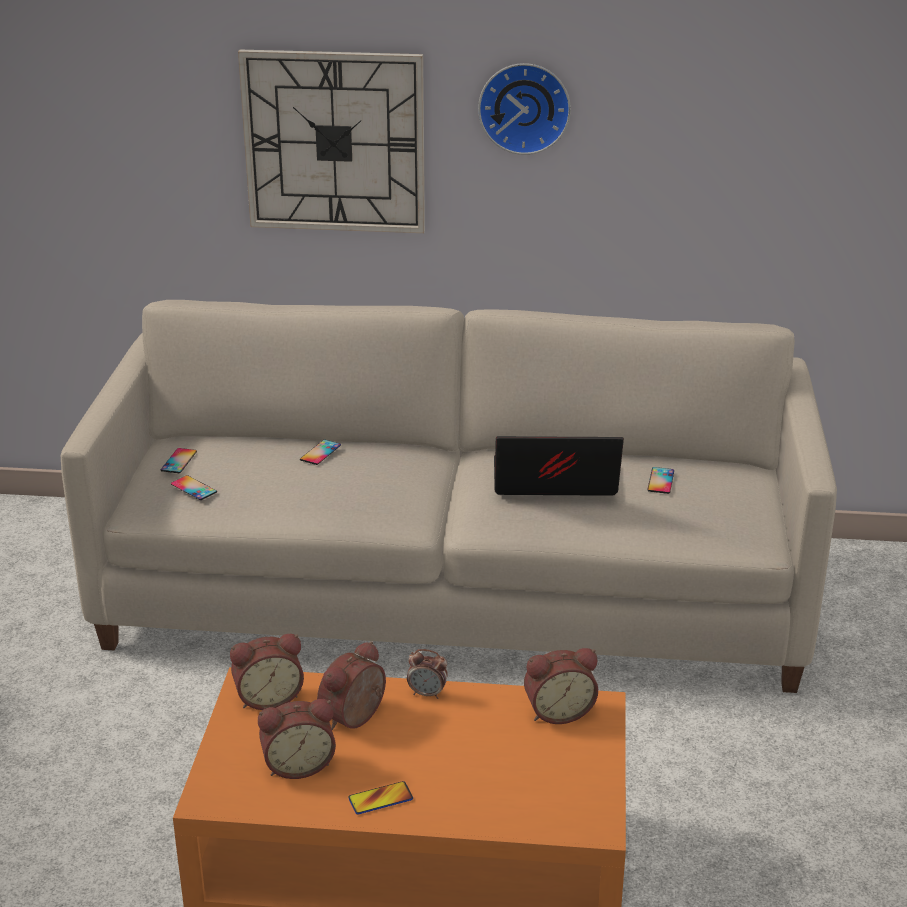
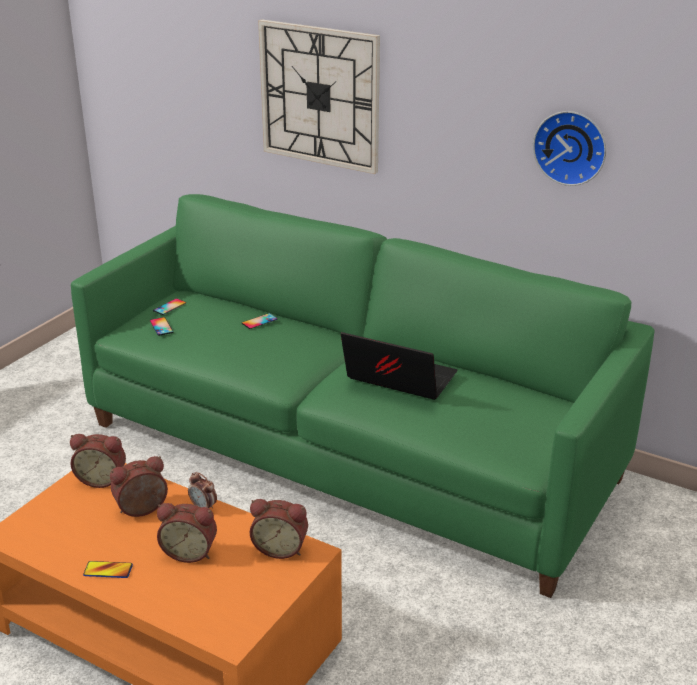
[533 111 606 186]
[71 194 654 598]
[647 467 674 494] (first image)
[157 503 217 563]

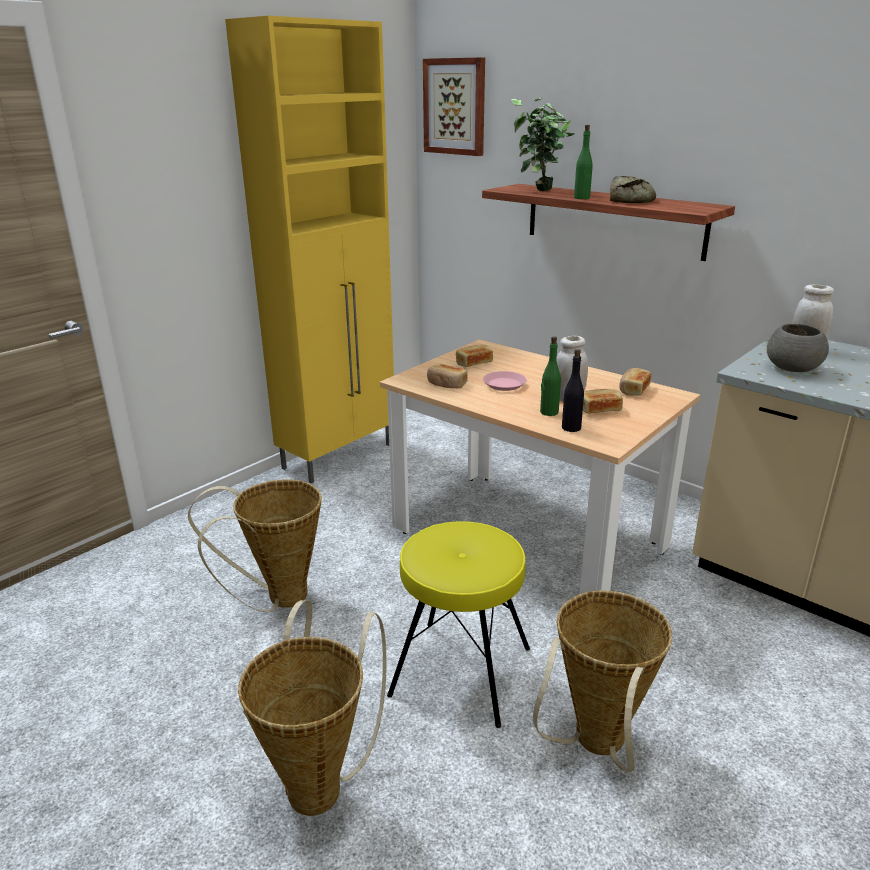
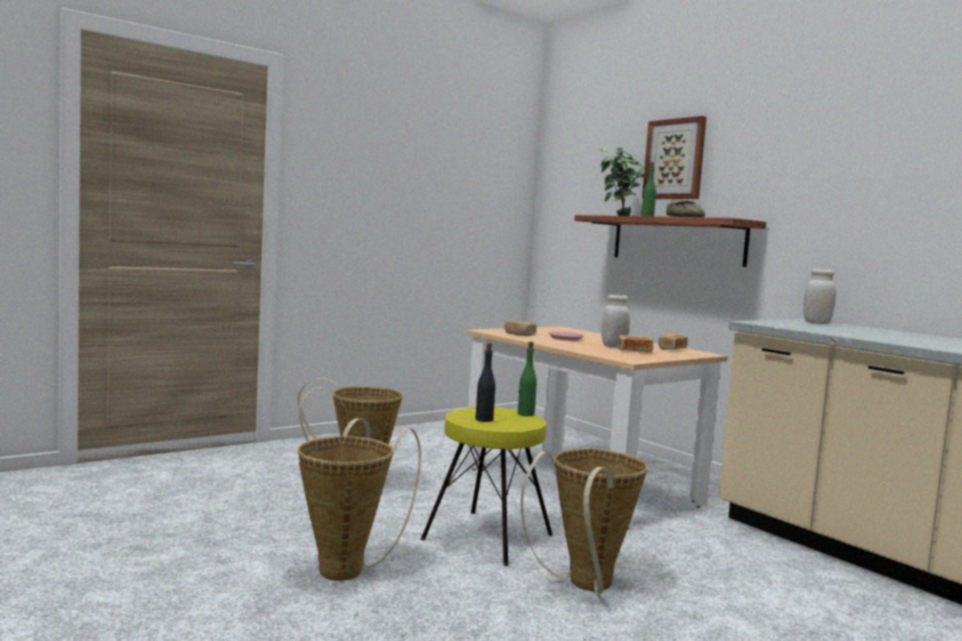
[225 16 394 483] (first image)
[642 116 707 199]
[767 324 829 372] (first image)
[518 342 537 416]
[456 345 493 367] (first image)
[475 344 496 422]

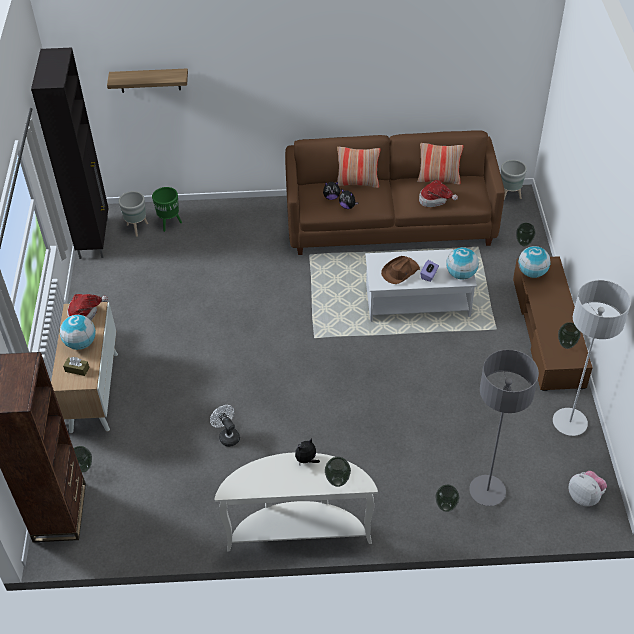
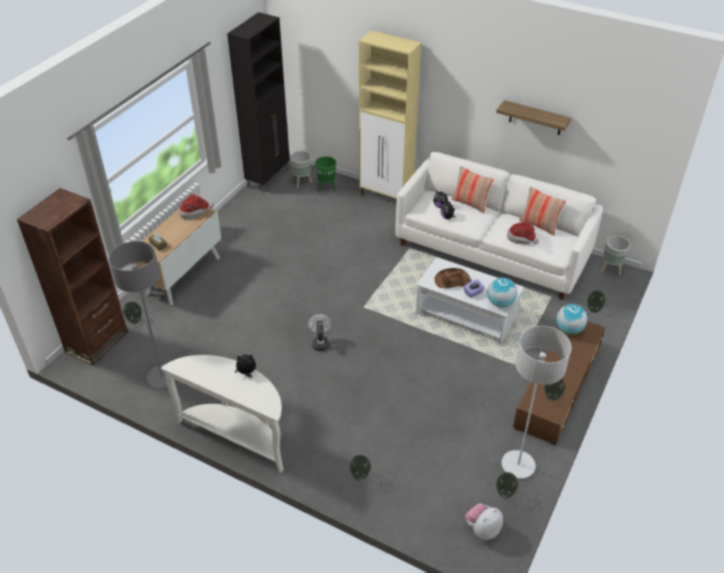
[496 100 571 135]
[395 152 603 300]
[60 315 96 350] (first image)
[108 241 175 388]
[308 314 331 351]
[496 472 519 499]
[465 503 503 540]
[359 30 421 199]

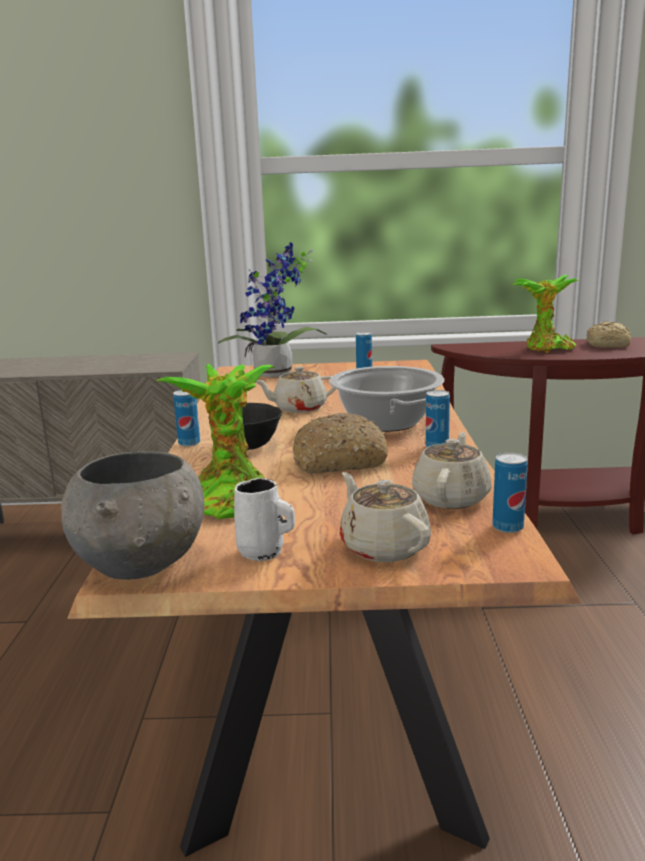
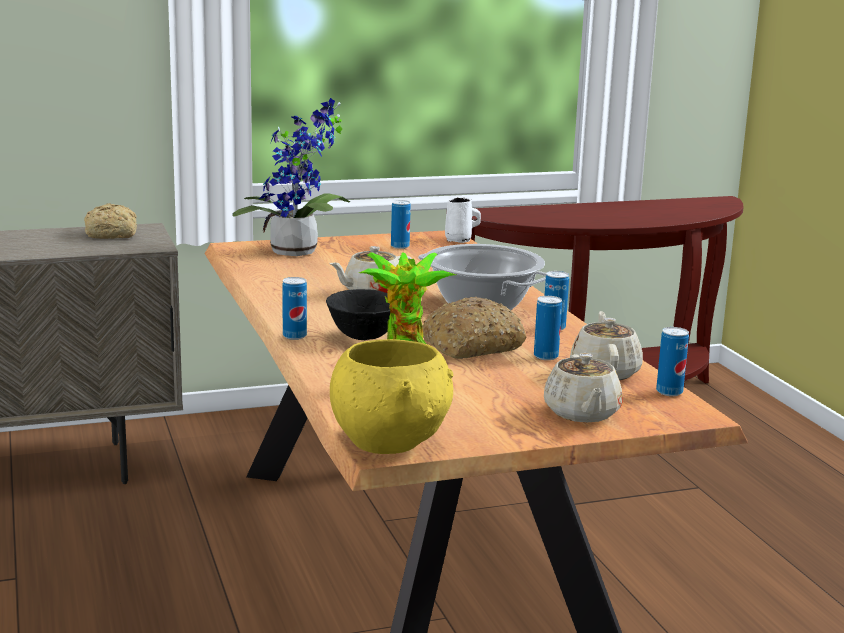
[512 275 579 353] (first image)
[84 203 137 239]
[330 339 453 454]
[544 353 623 422]
[445 197 481 243]
[534 296 562 360]

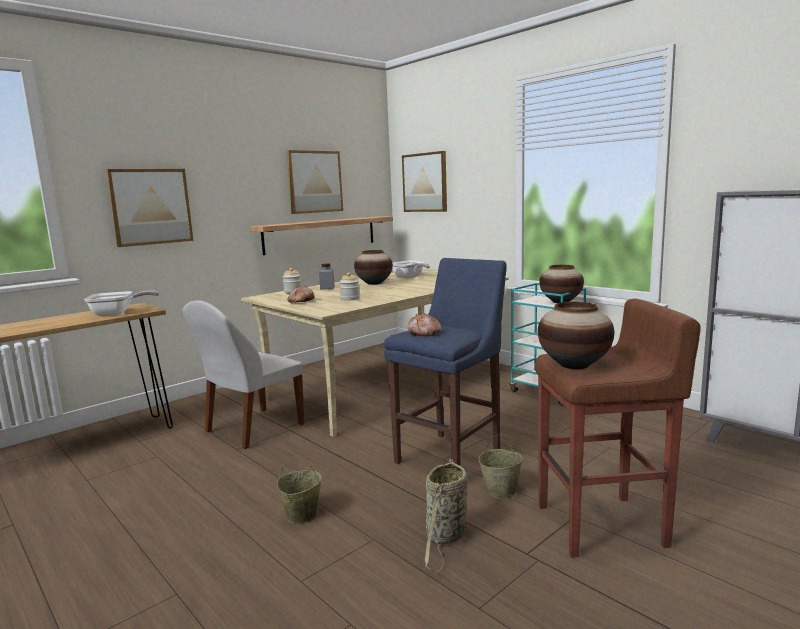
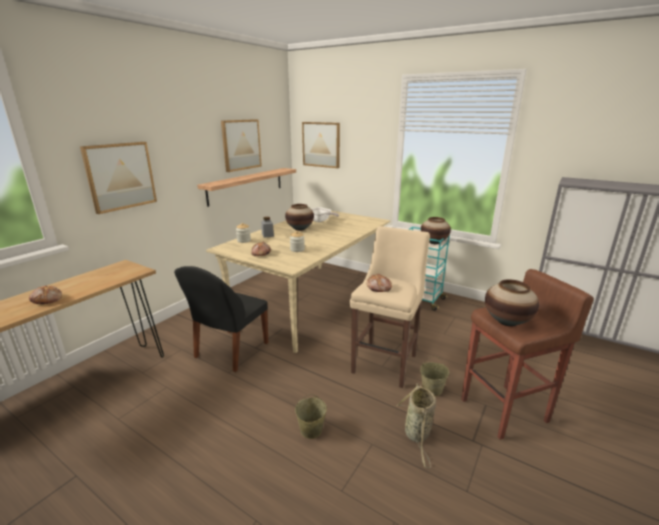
[350 226 430 388]
[84 291 159 316] (first image)
[174 266 268 372]
[29 285 62 304]

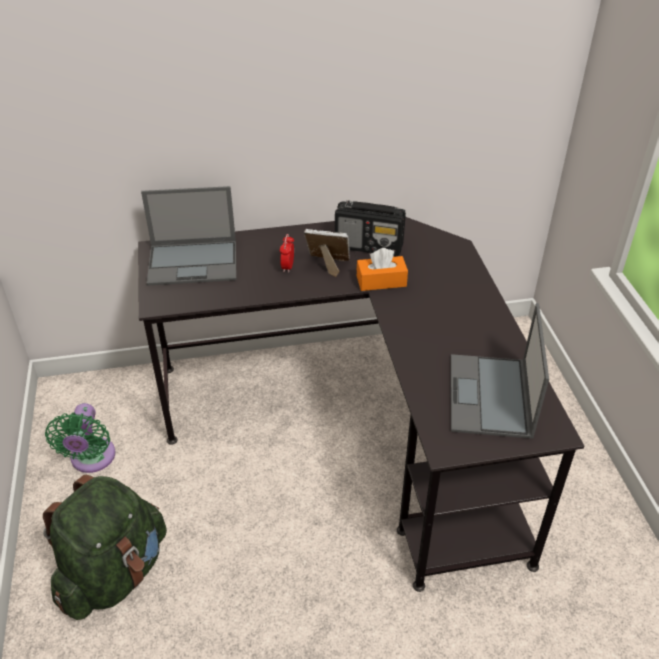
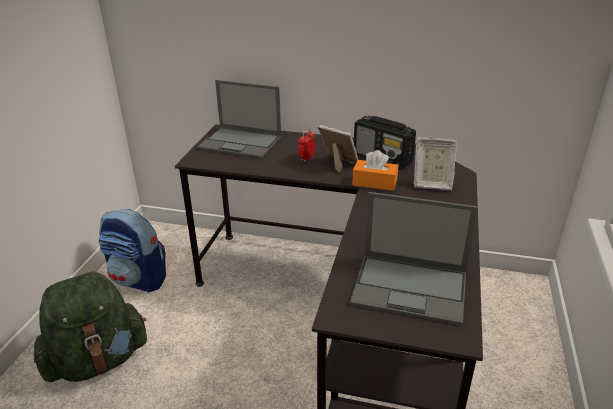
[350 192 478 326]
[99 209 166 293]
[414 137 457 191]

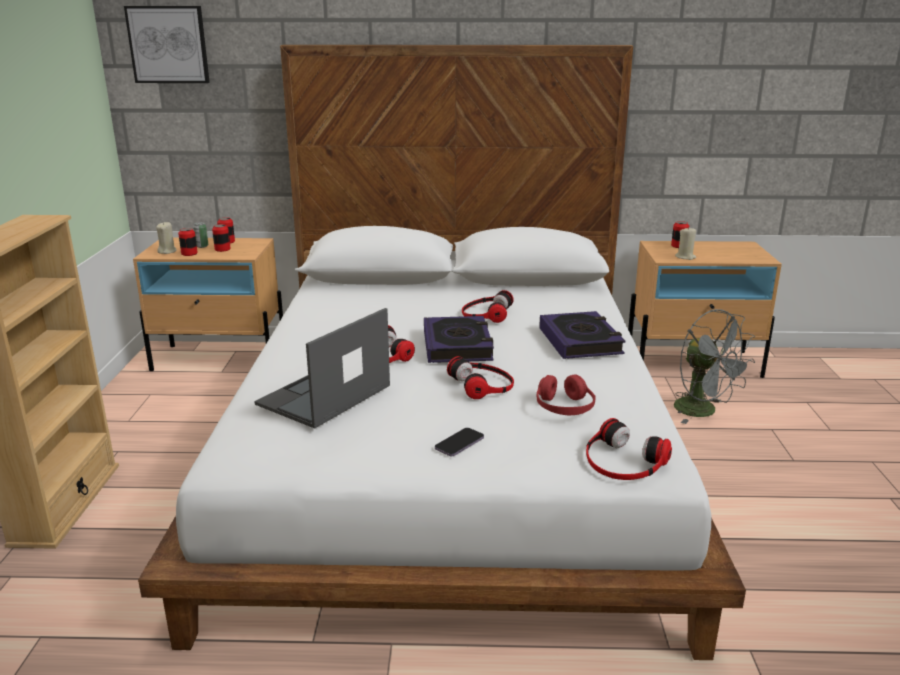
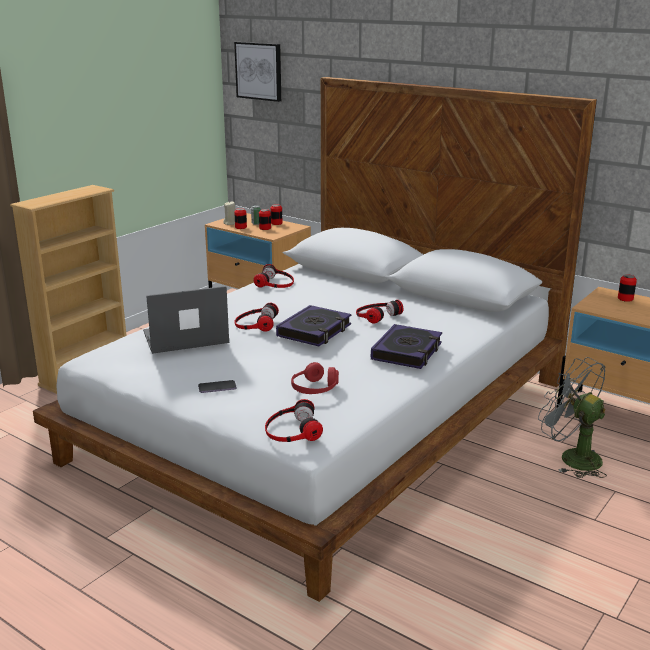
[675 228 696 260] (first image)
[538 357 607 478]
[254 264 294 288]

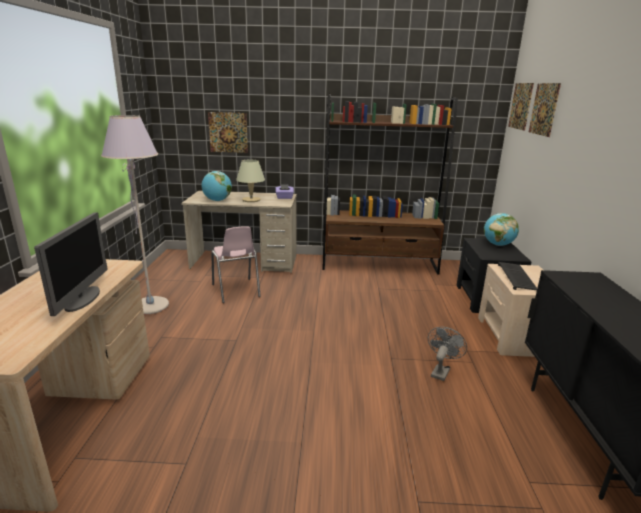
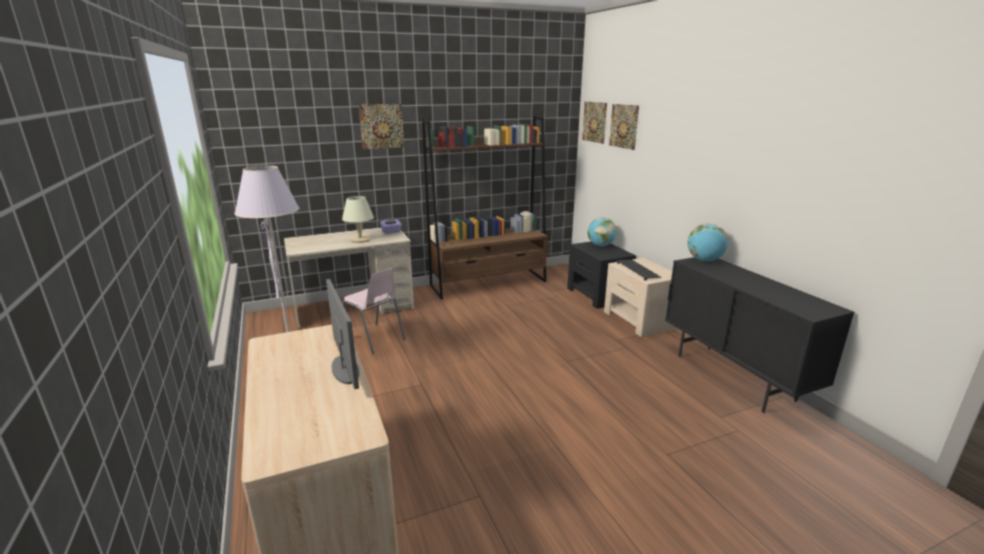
[359 104 404 149]
[687 224 728 261]
[428 327 467 381] (first image)

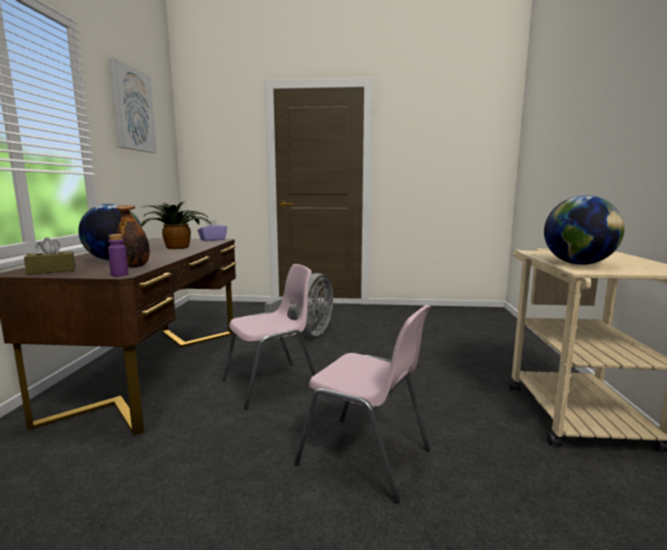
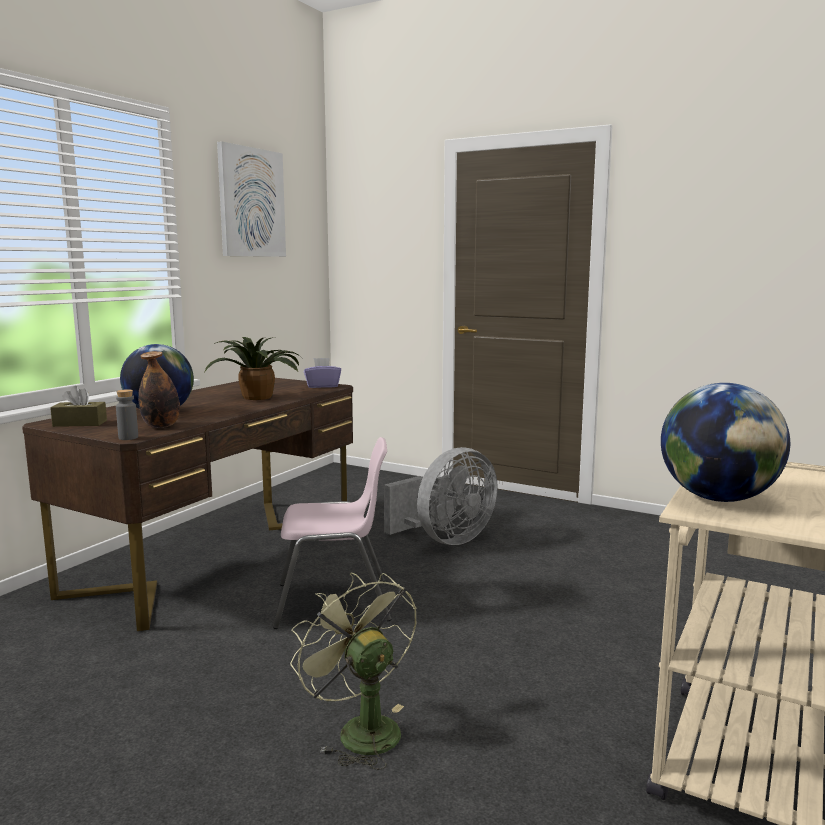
[116 389 138 440]
[290 573 416 770]

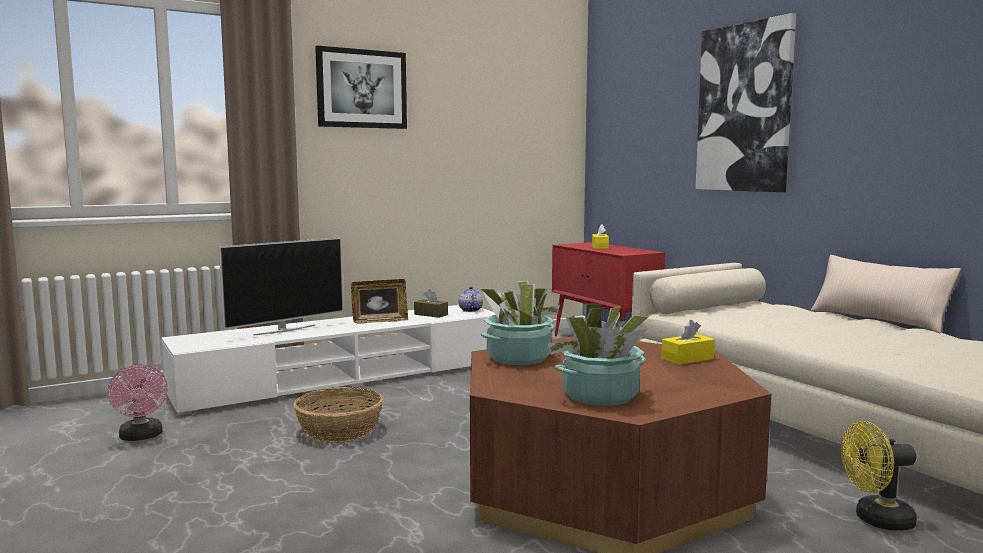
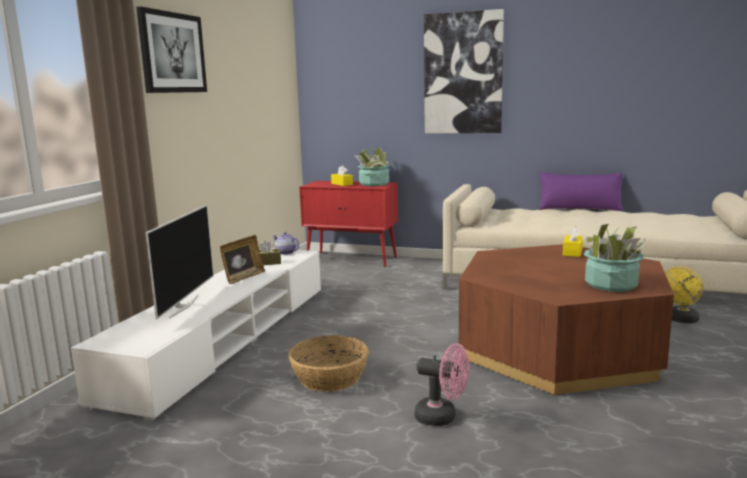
[539 172 623 212]
[354 148 391 186]
[414 343 469 426]

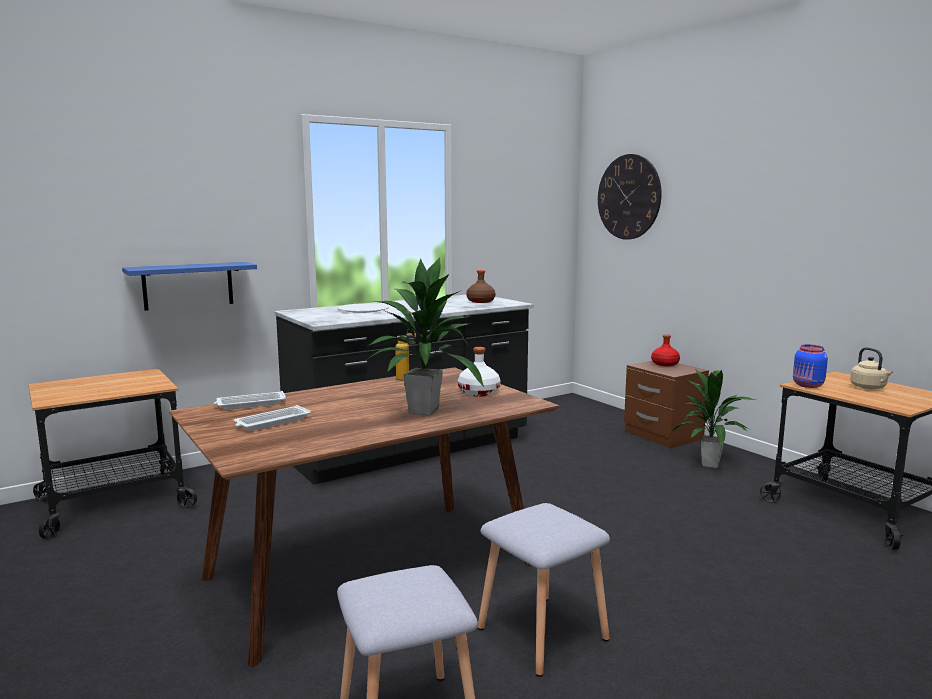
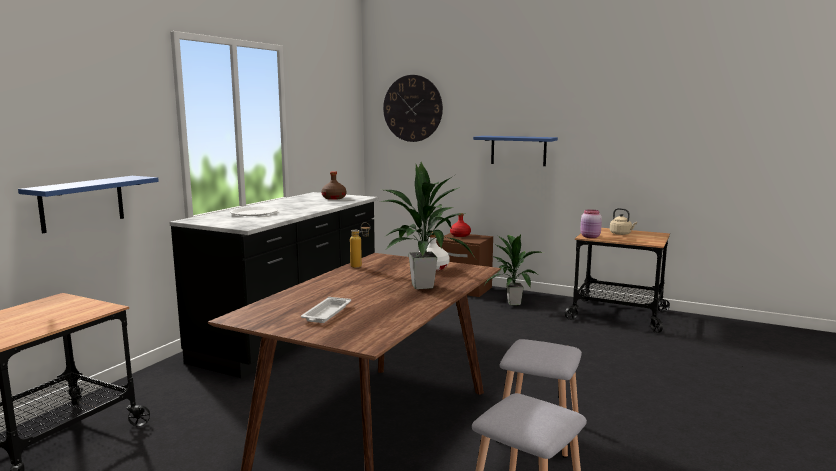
[580 209 602 238]
[214 391 287 410] (first image)
[473 136 558 166]

